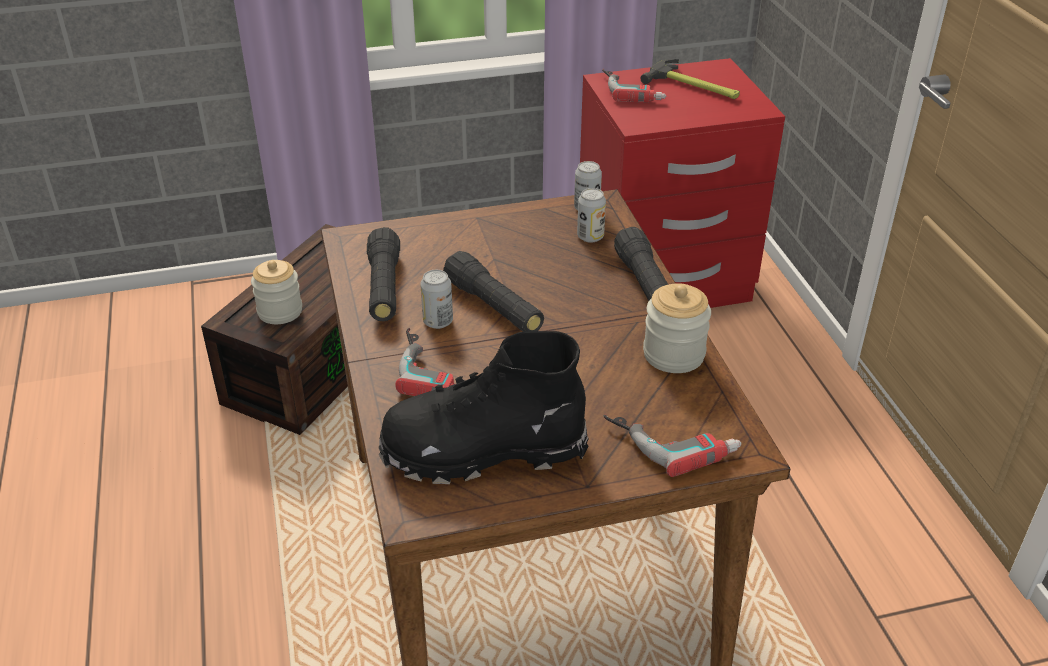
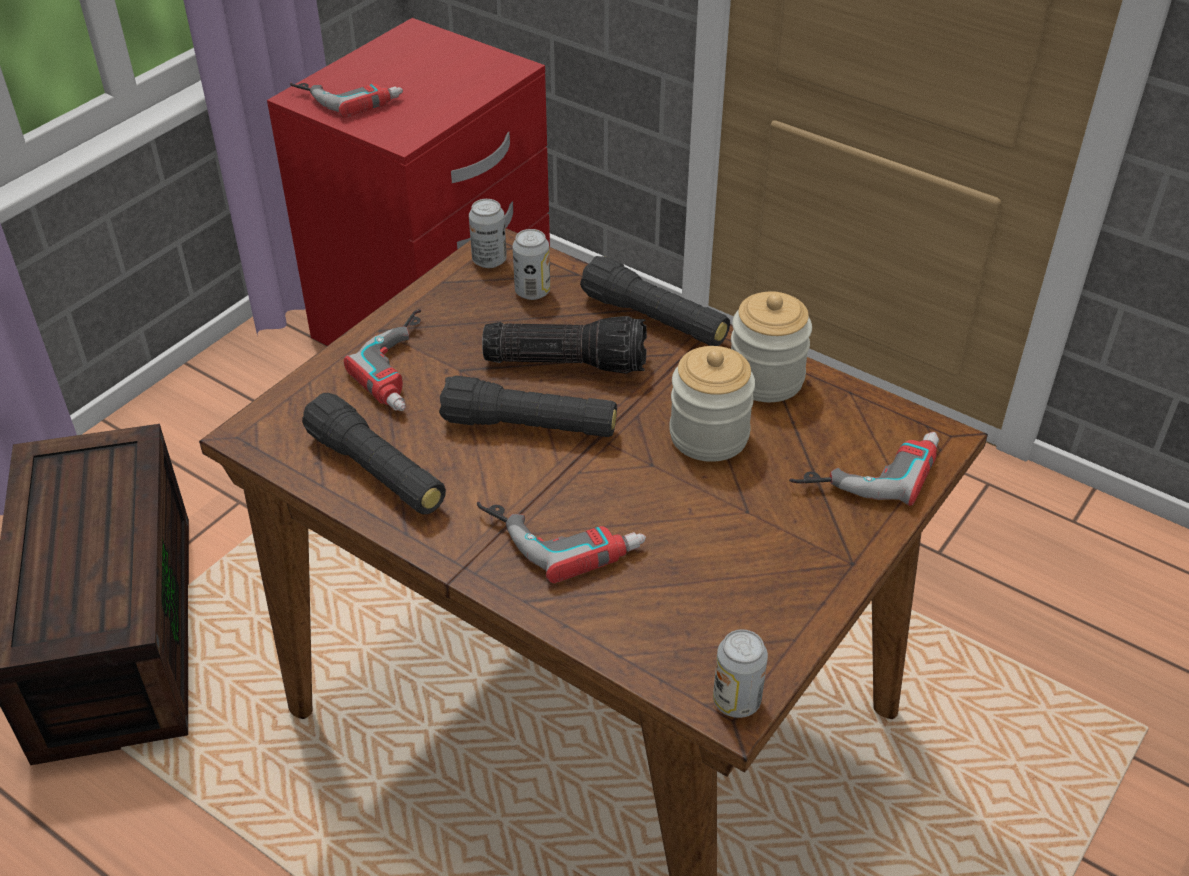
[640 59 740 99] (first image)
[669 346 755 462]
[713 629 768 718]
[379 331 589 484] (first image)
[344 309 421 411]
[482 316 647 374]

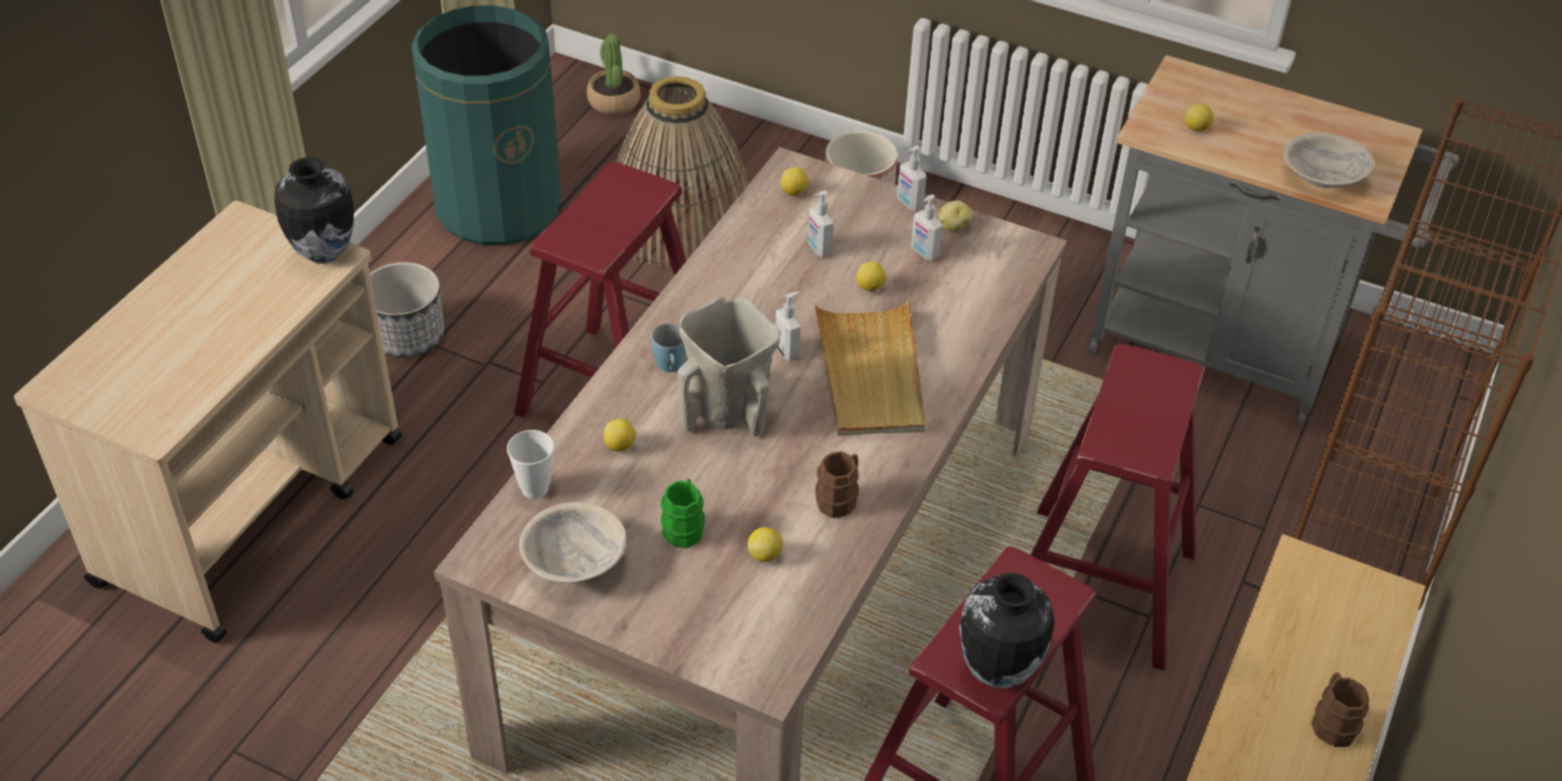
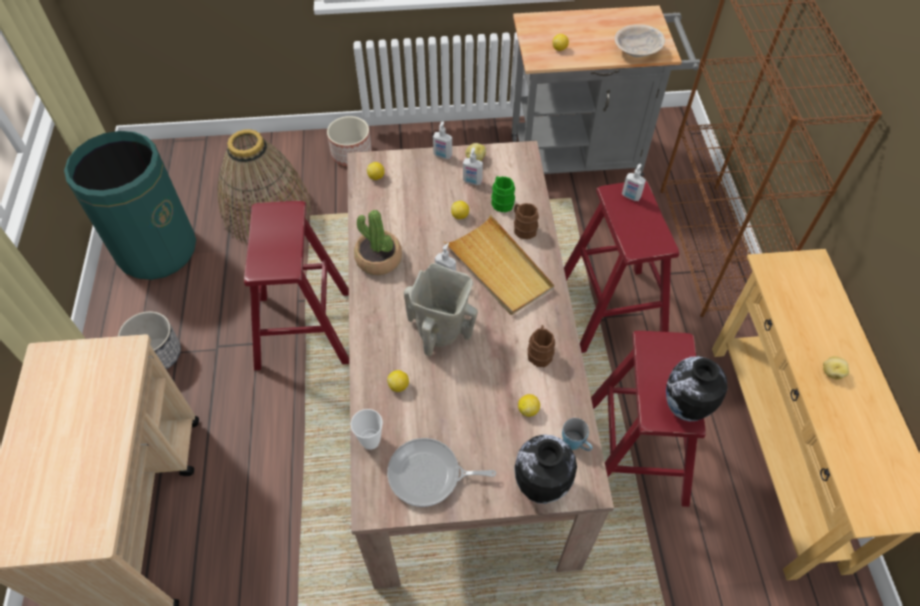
[354 210 402 275]
[514 434 577 504]
[622 164 646 201]
[562 418 593 451]
[491 176 515 212]
[387 438 496 507]
[514 203 539 239]
[823 356 849 380]

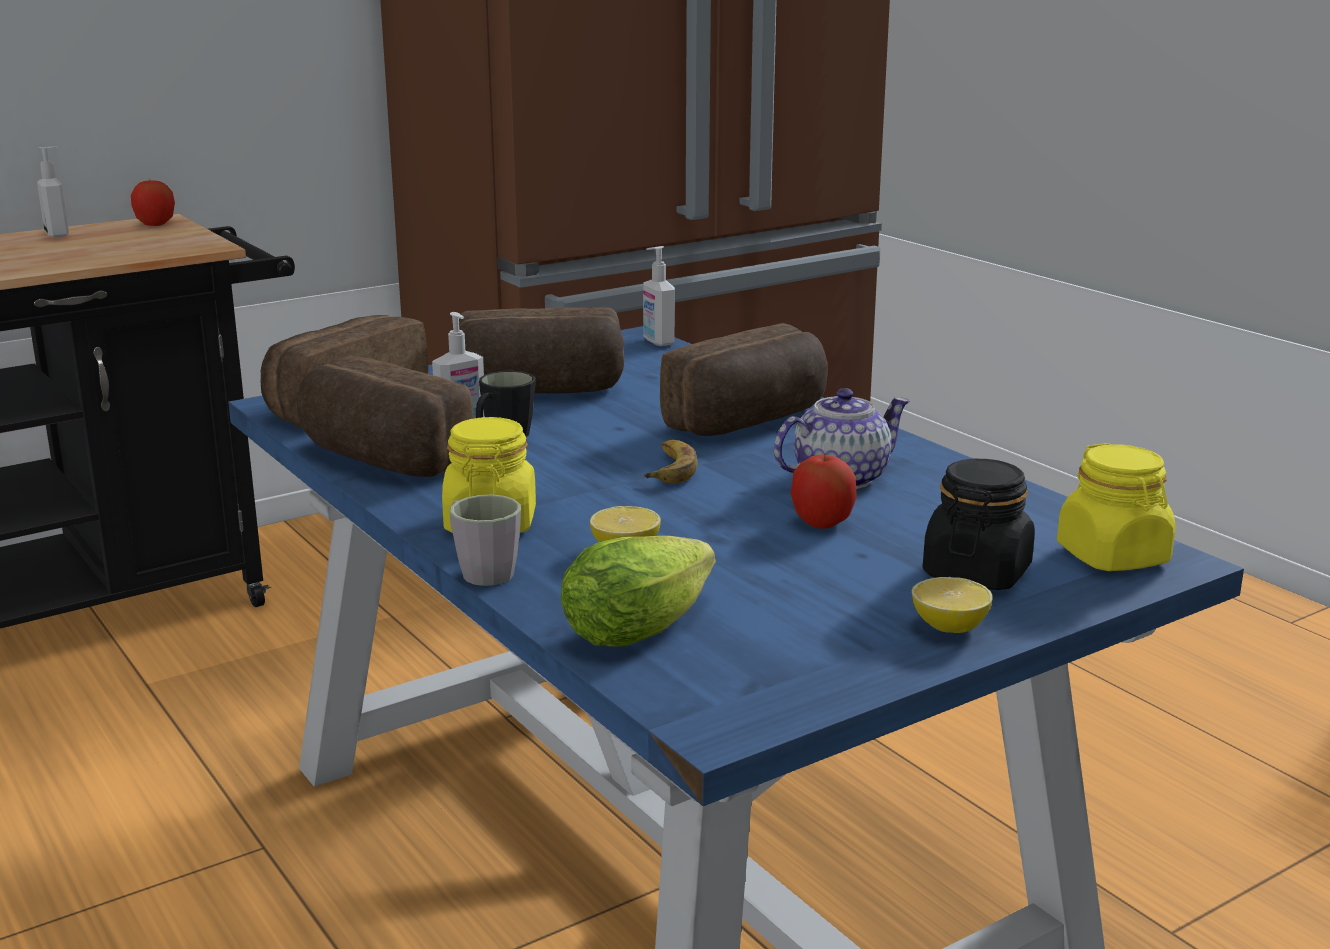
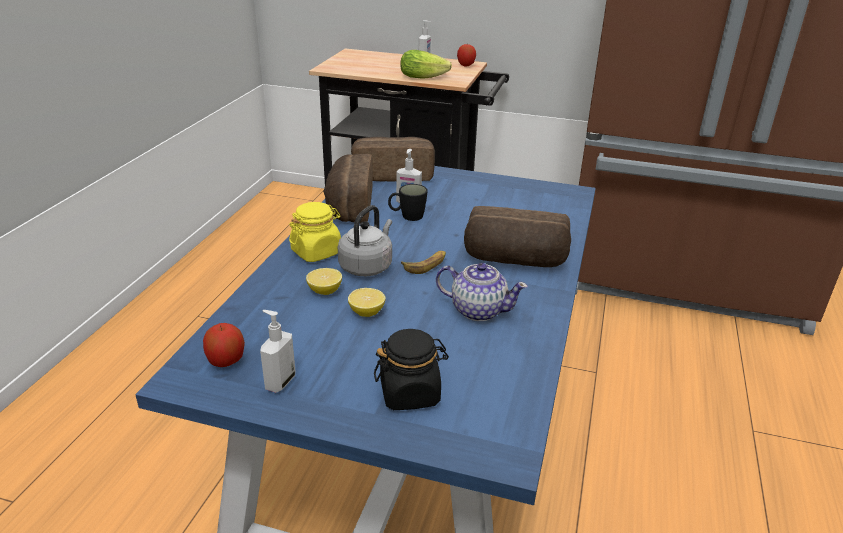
[260 310 296 393]
[459 307 625 393] (first image)
[1057 443 1176 571] (first image)
[203 323 245 367]
[450 495 521 586] (first image)
[400 50 452 79]
[348 288 386 317]
[338 205 392 276]

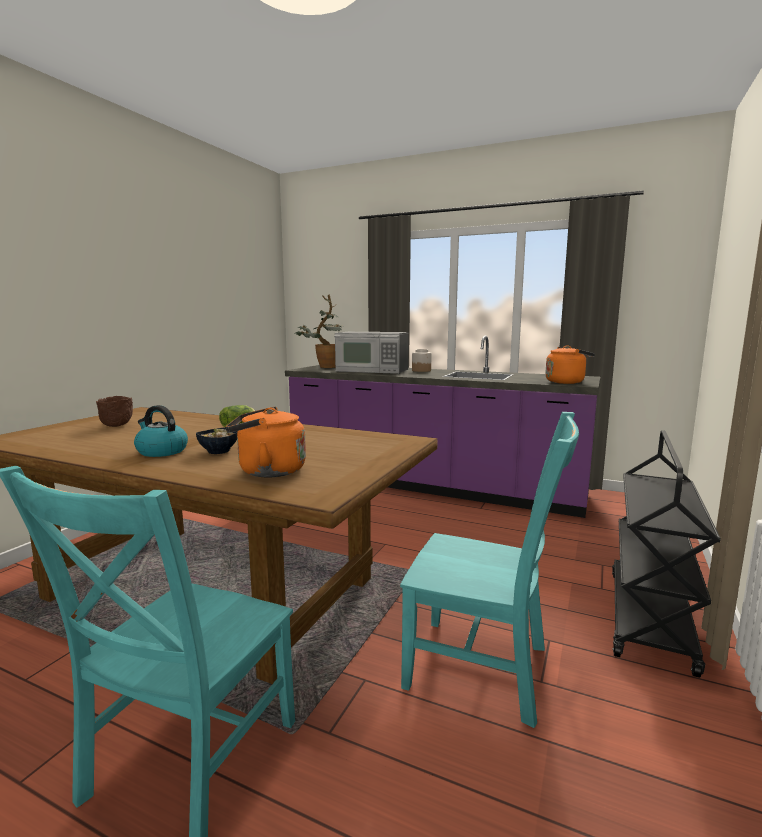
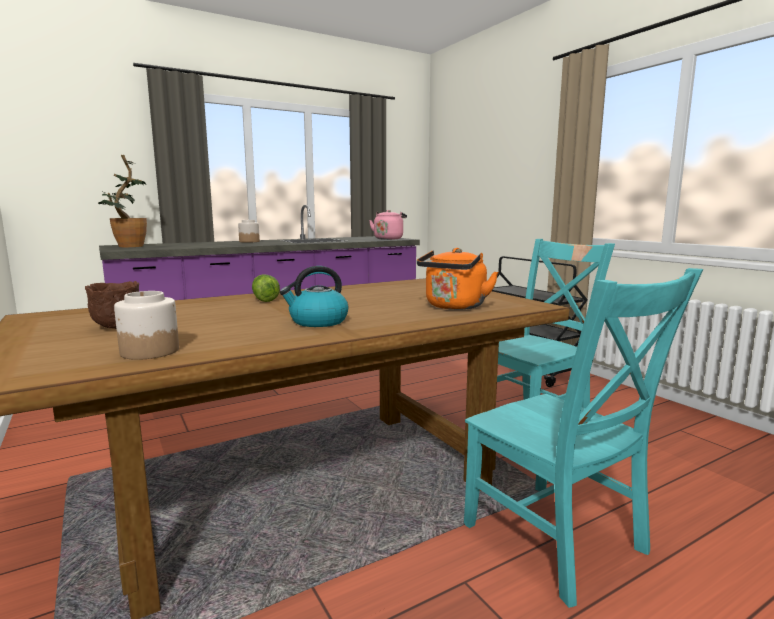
[334 332 409 374] (first image)
[369 210 407 240]
[196 427 238 454] (first image)
[114 291 179 360]

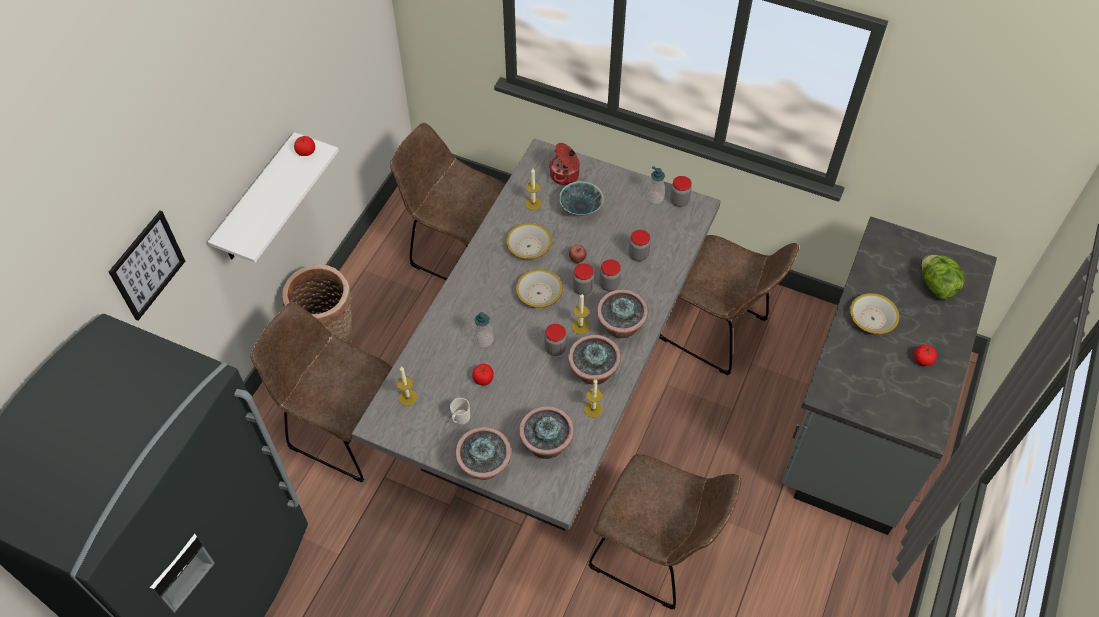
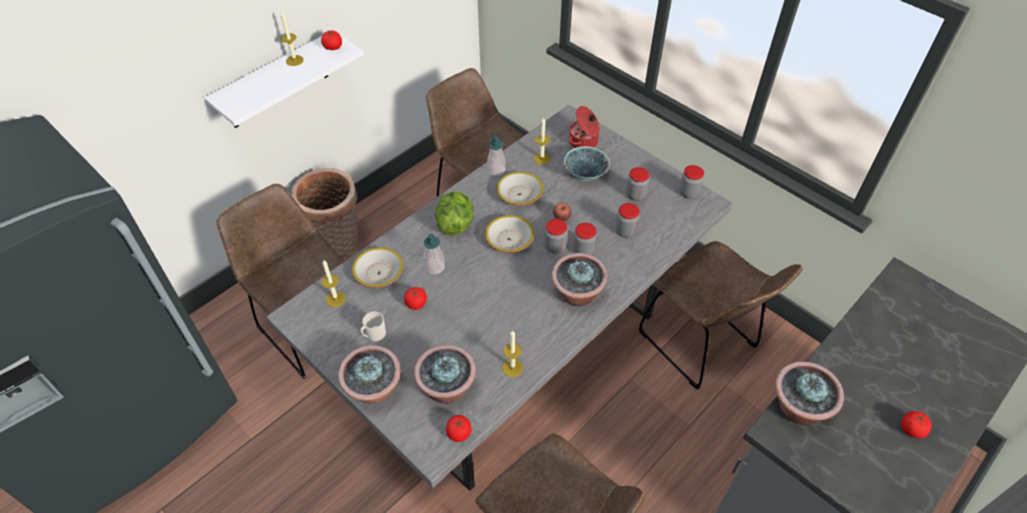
[487 133 506 176]
[109 211 185 321] (first image)
[435 191 473 236]
[352 247 403 288]
[281 10 304 66]
[626 167 650 201]
[775 361 844 425]
[446 415 471 442]

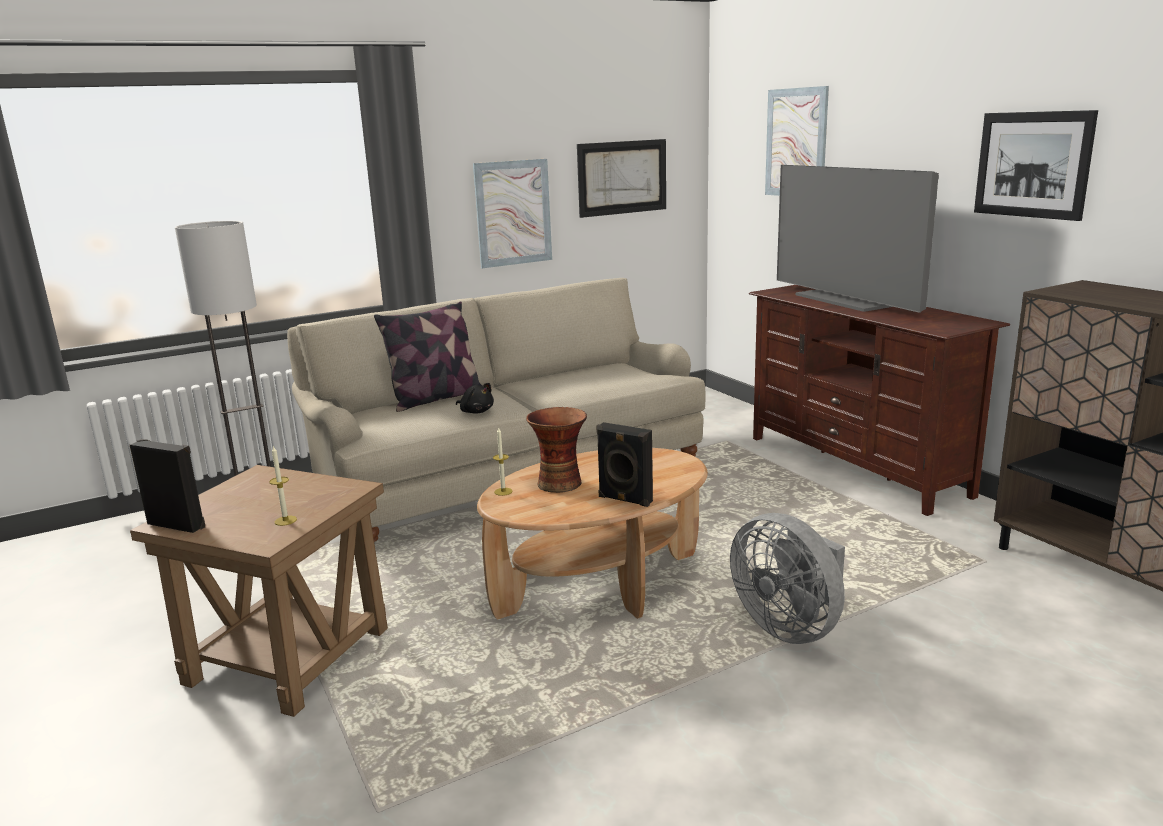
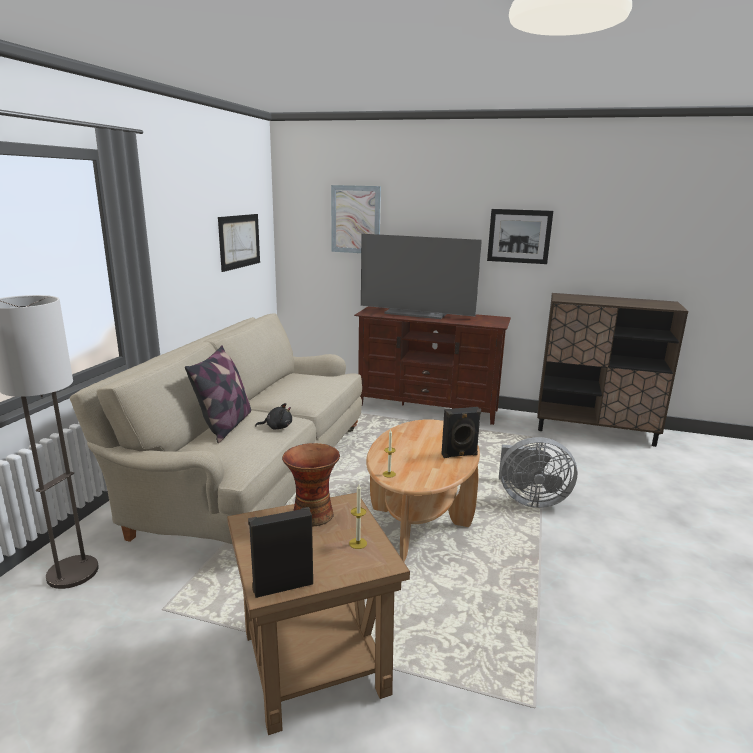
[473 159 552 268] (first image)
[282 443 340 527]

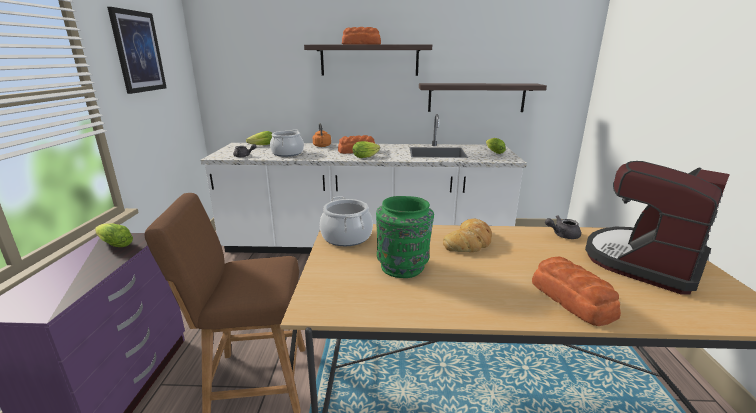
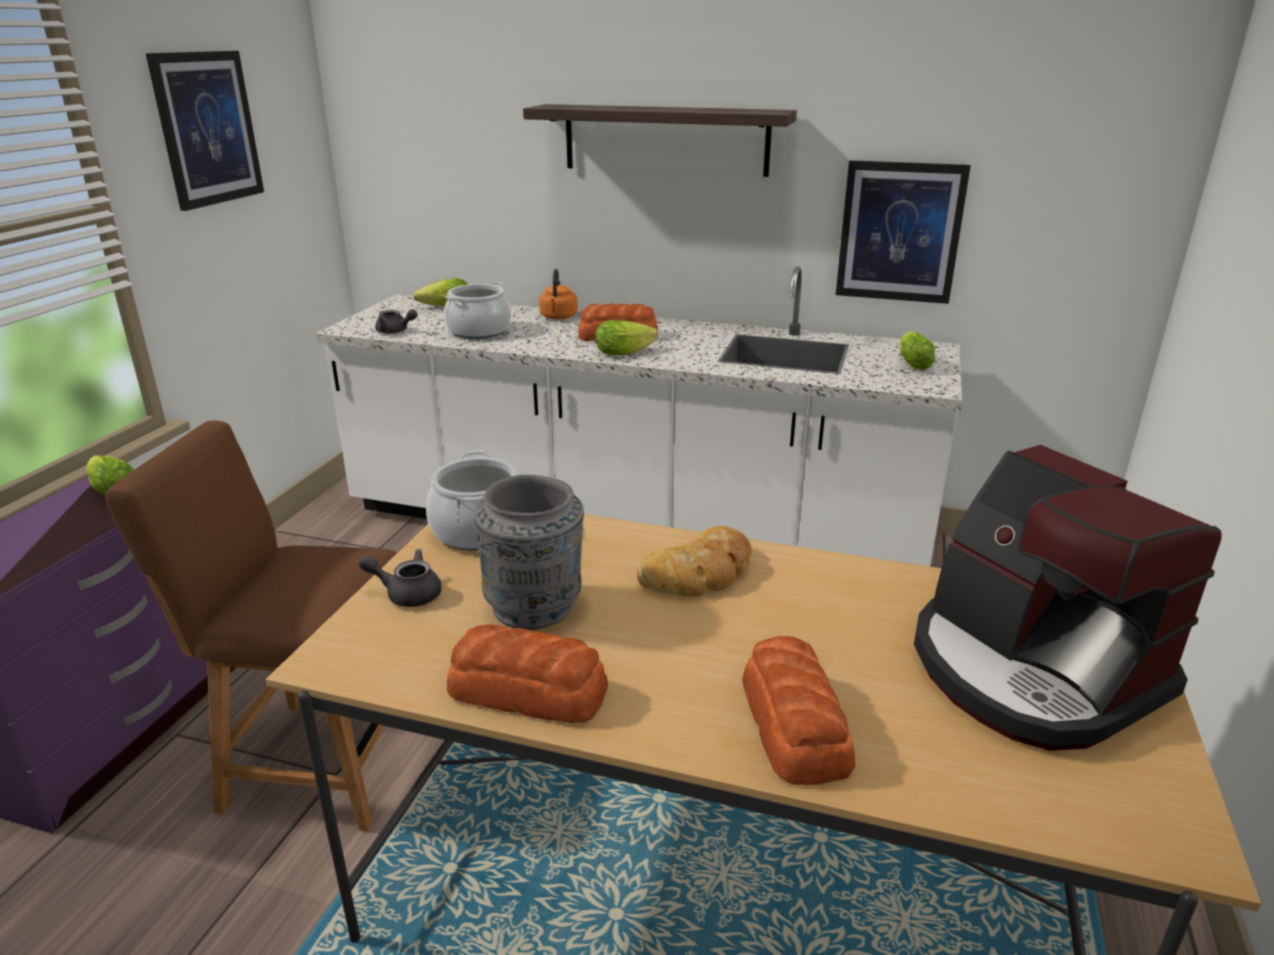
[447 624 608 723]
[836 160 971 304]
[914 445 1222 751]
[474 475 584 630]
[359 549 442 607]

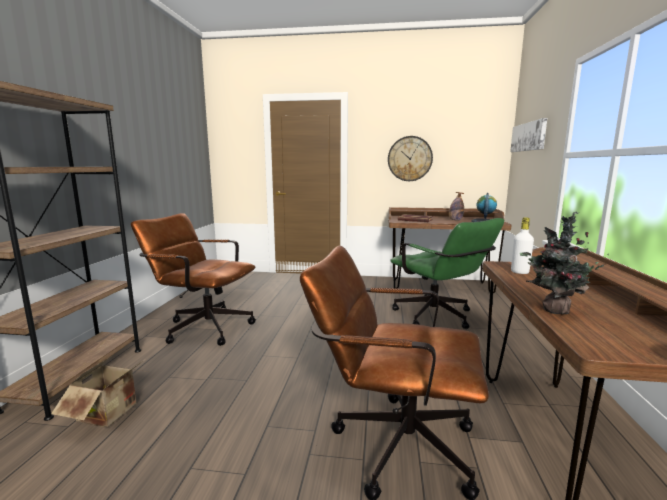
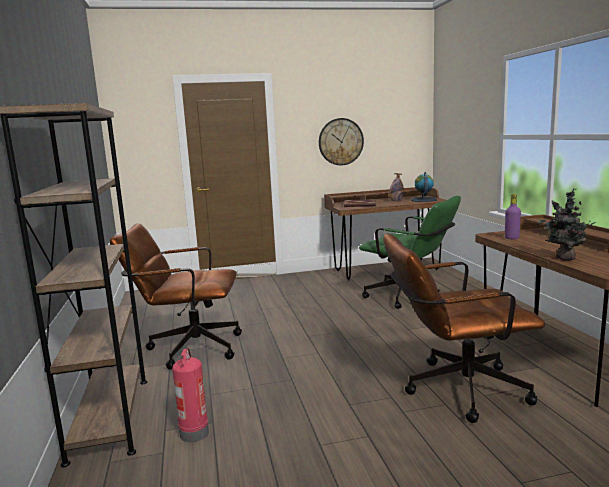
[510 118 547 152] (first image)
[505 194 521 239]
[172 348 209 442]

